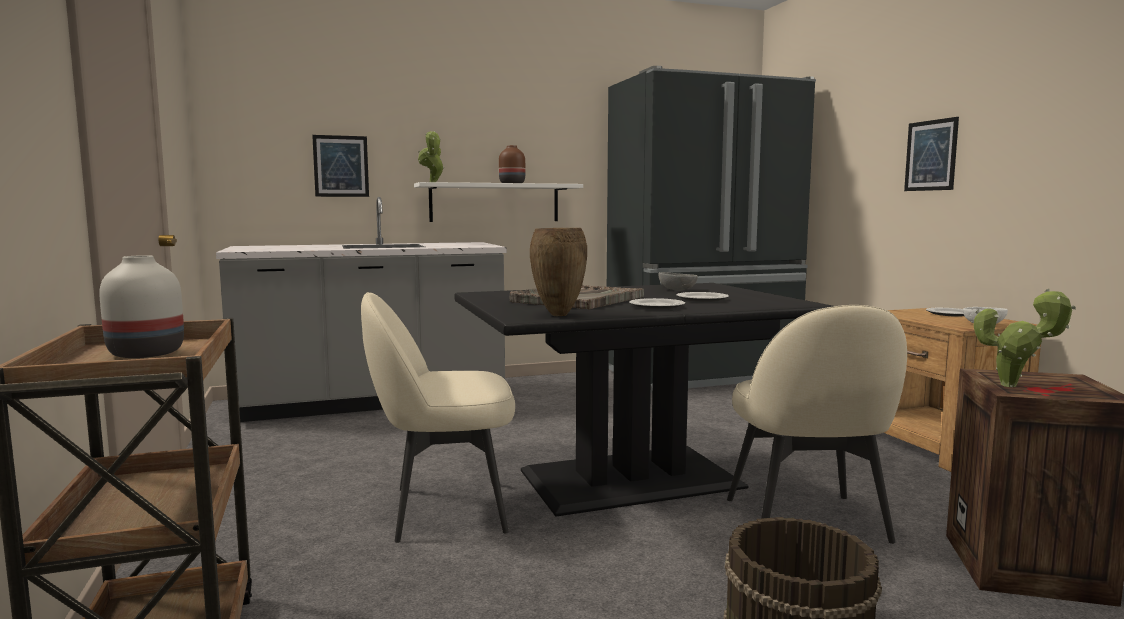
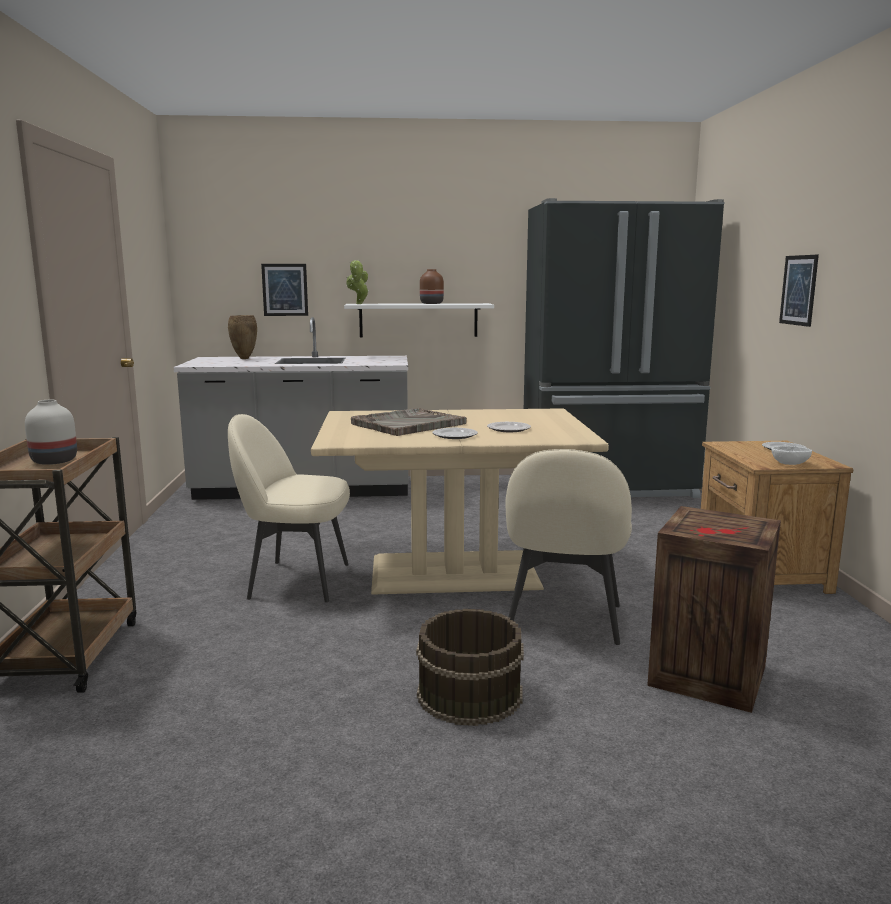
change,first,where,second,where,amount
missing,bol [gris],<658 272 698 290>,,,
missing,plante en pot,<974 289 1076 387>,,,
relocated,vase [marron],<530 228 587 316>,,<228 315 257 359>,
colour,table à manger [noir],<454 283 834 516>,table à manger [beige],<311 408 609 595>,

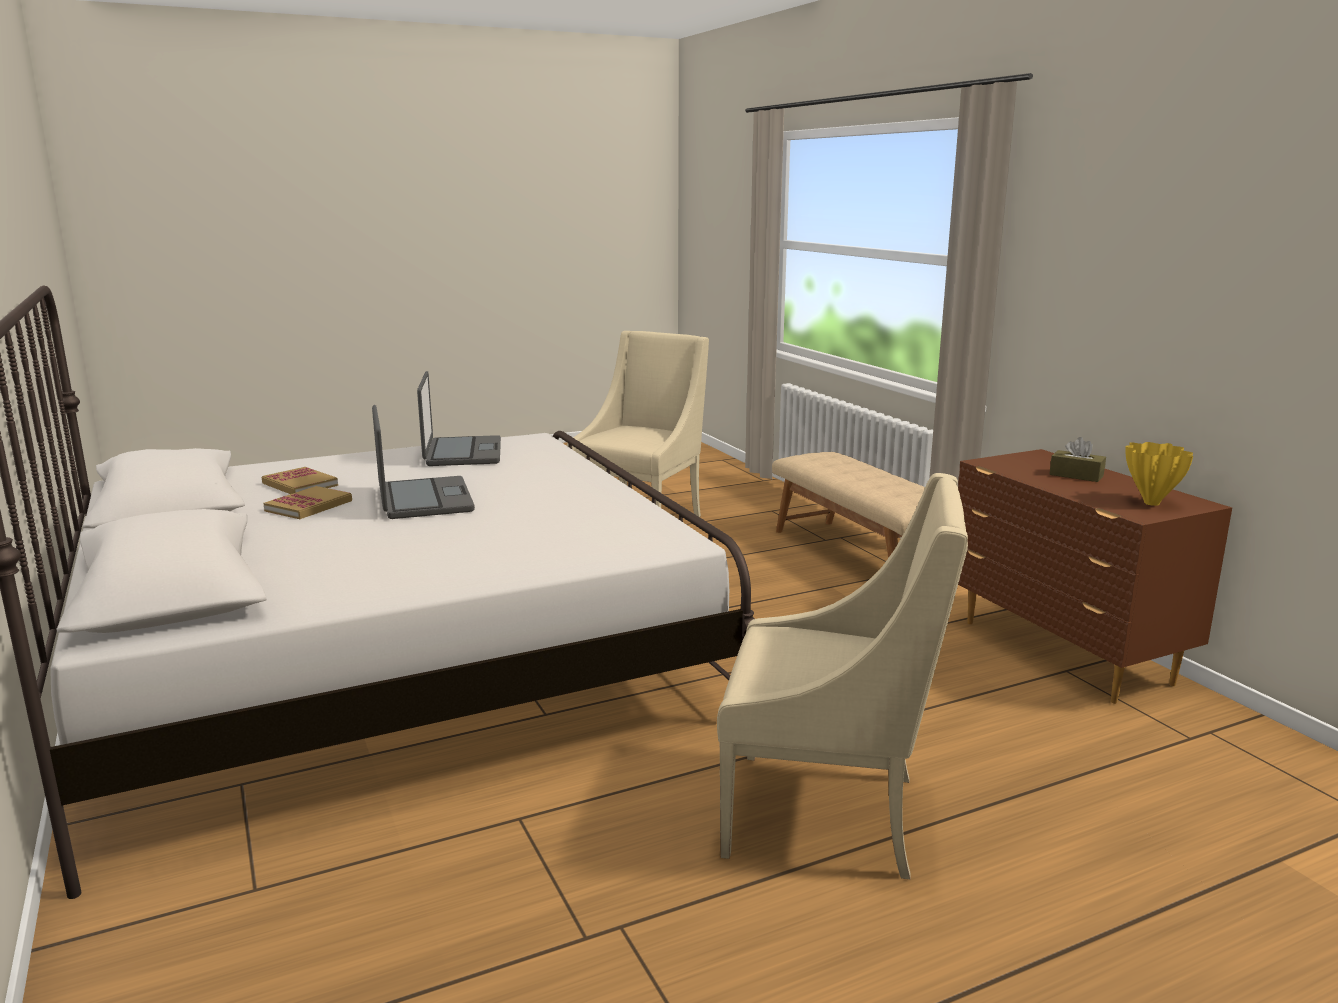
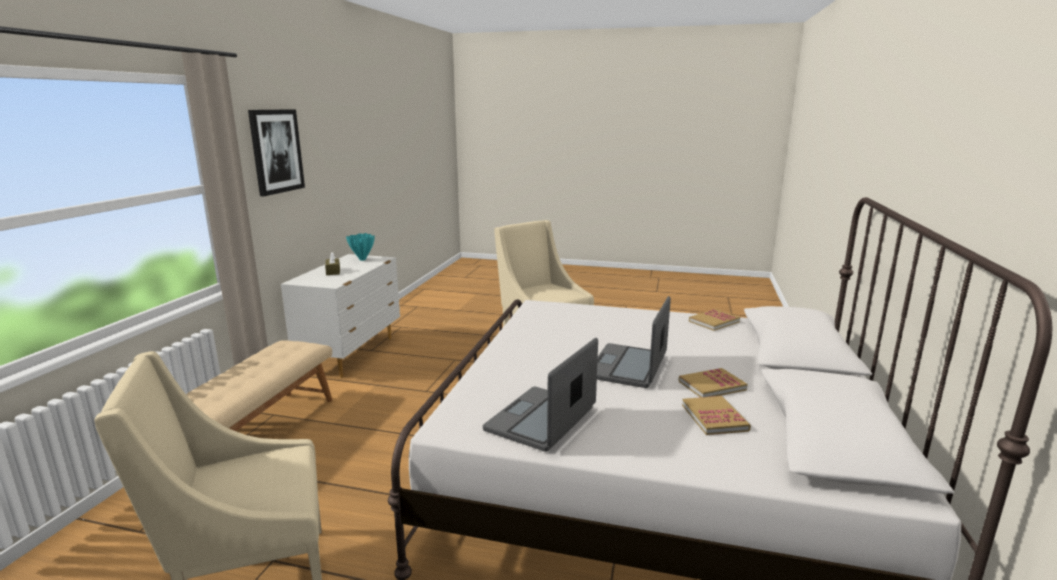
change,first,where,second,where,amount
appeared,,,tableau,<248 109 305 196>,
appeared,,,livre,<689 309 740 331>,
colour,commode [marron],<958 449 1232 704>,commode [blanc],<281 254 400 378>,
colour,vase [jaune],<1125 442 1193 506>,vase [turquoise],<346 233 375 261>,

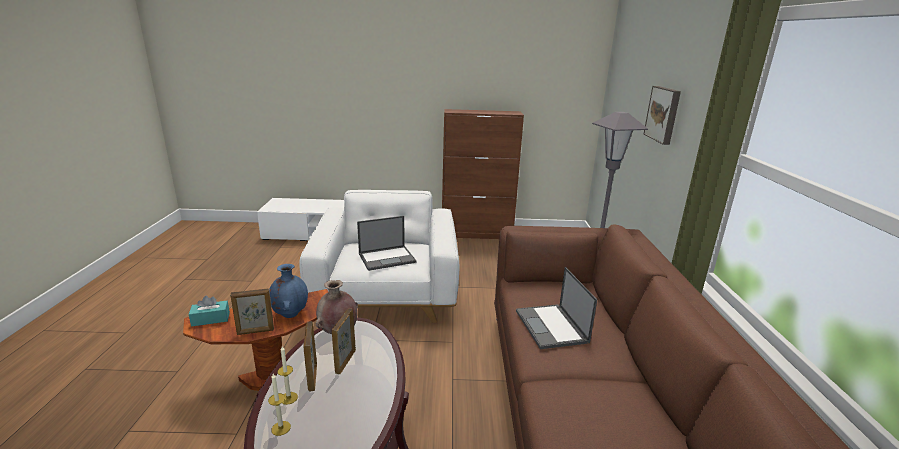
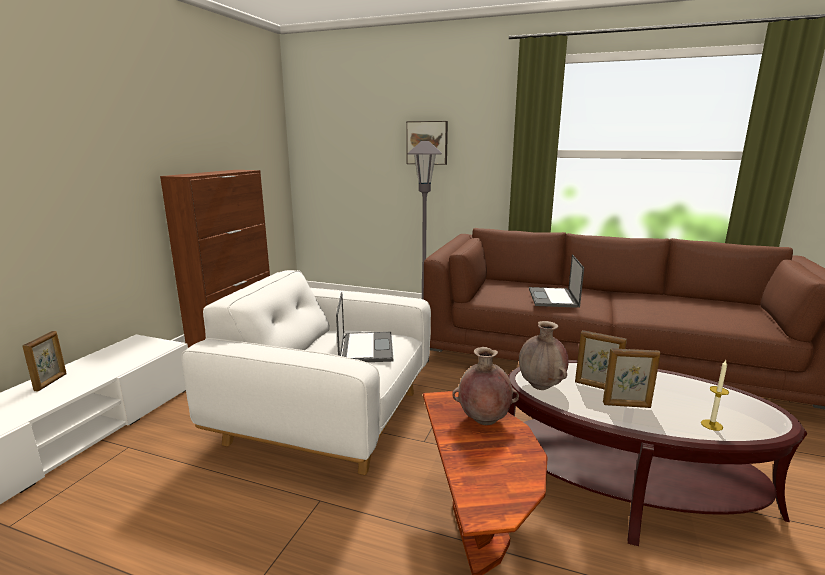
change,first,where,second,where,amount
missing,boîte à mouchoirs [turquoise],<189 296 230 326>,,,
missing,bougie,<277 346 298 405>,,,
relocated,cadre photo,<230 289 274 335>,,<23 331 67 391>,
colour,vase [bleu],<269 264 308 318>,vase [marron],<452 347 519 425>,
spun,ordinateur portable,<516 267 597 349>,,<529 254 584 308>,90 degrees clockwise

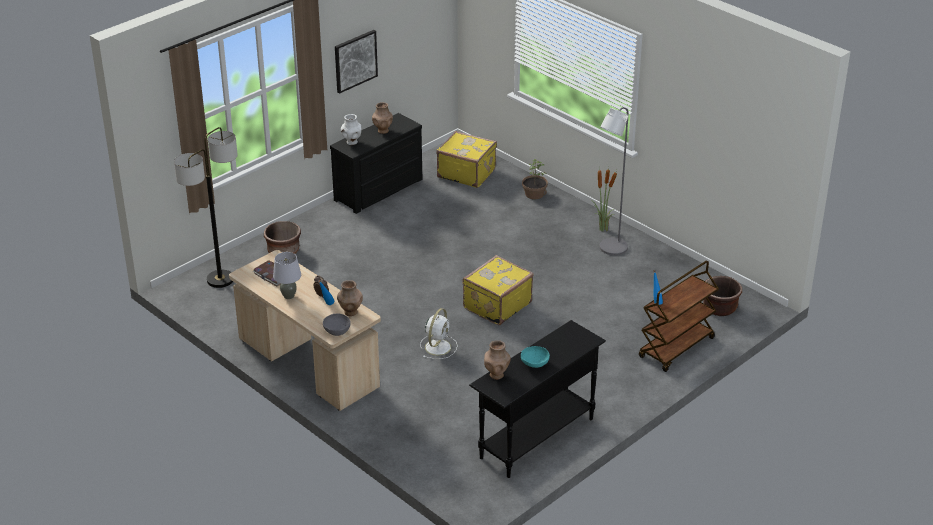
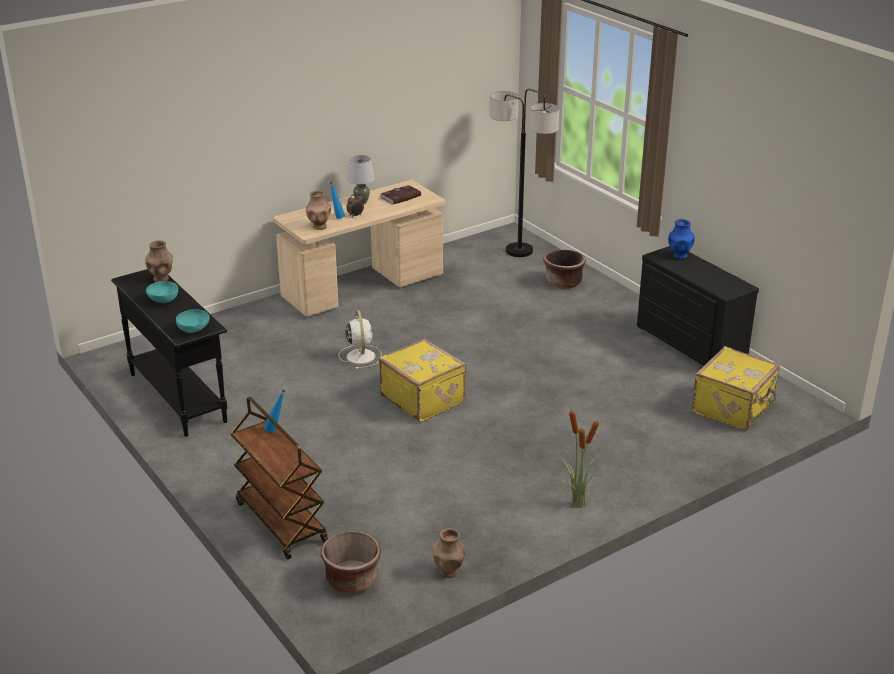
change,first,where,second,where,amount
missing,bol [gris],<323 314 351 336>,,,
missing,tableau,<335 30 378 93>,,,
missing,plante en pot,<522 159 548 199>,,,
missing,lampadaire [gris],<600 107 629 256>,,,
appeared,,,bol [turquoise],<176 309 210 333>,
relocated,vase [marron],<372 102 393 134>,,<433 528 466 578>,
colour,vase [blanc],<341 114 361 145>,vase [bleu],<668 219 695 259>,
spun,ventilateur [blanc],<420 308 458 359>,,<339 310 382 369>,135 degrees counterclockwise

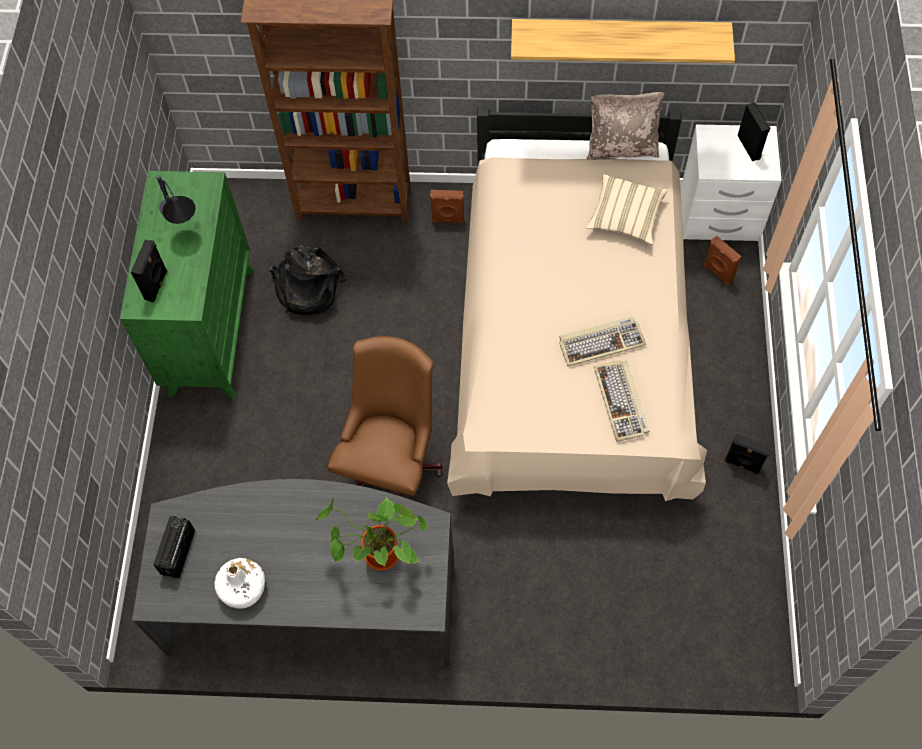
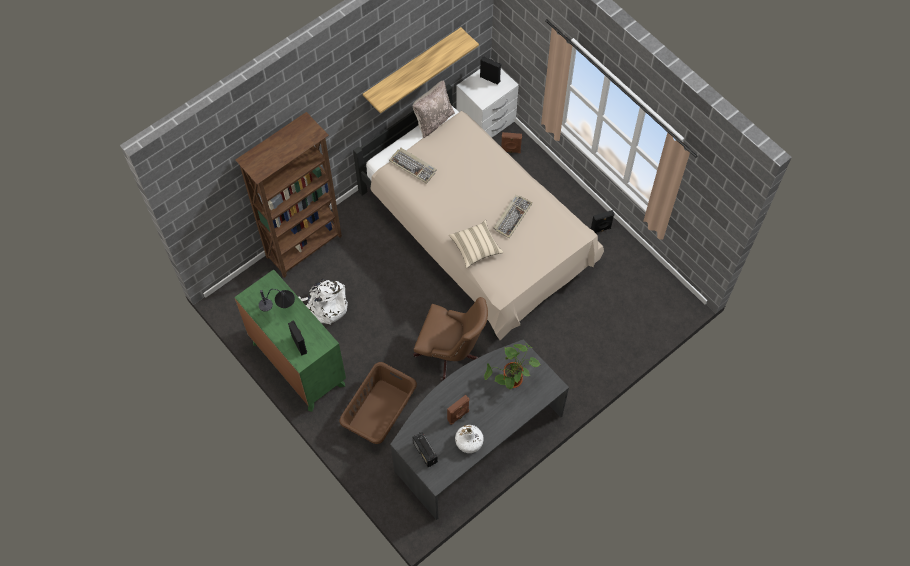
change,first,where,second,where,amount
appeared,,,panier à linge [marron],<339 362 417 444>,
relocated,enceinte [marron],<430 190 464 223>,,<447 395 469 425>,
relocated,coussin [beige],<586 174 668 245>,,<449 220 504 268>,
relocated,clavier,<594 360 649 442>,,<389 148 437 184>,
colour,sac à dos [noir],<269 245 346 315>,sac à dos [blanc],<299 279 348 325>,
spun,chaise de bureau [marron],<328 336 443 496>,,<413 297 488 381>,135 degrees clockwise

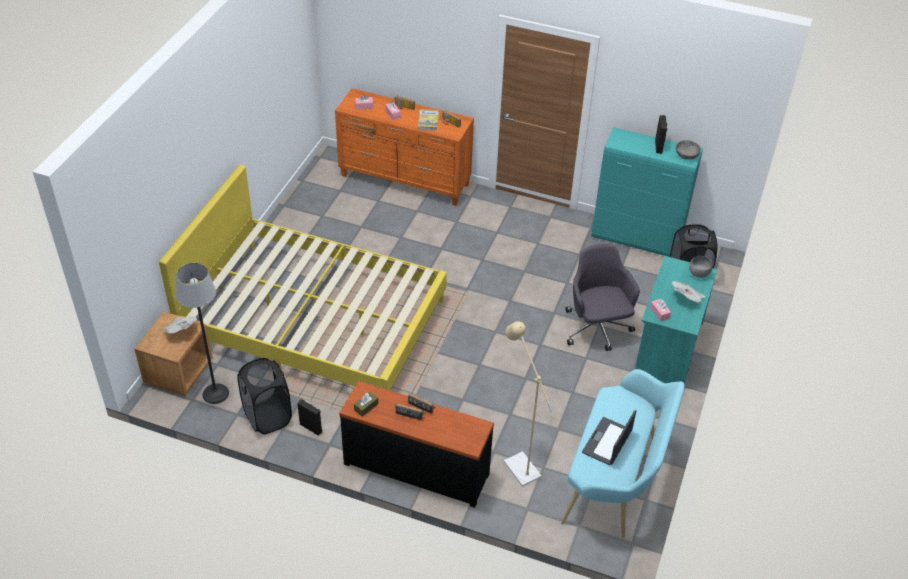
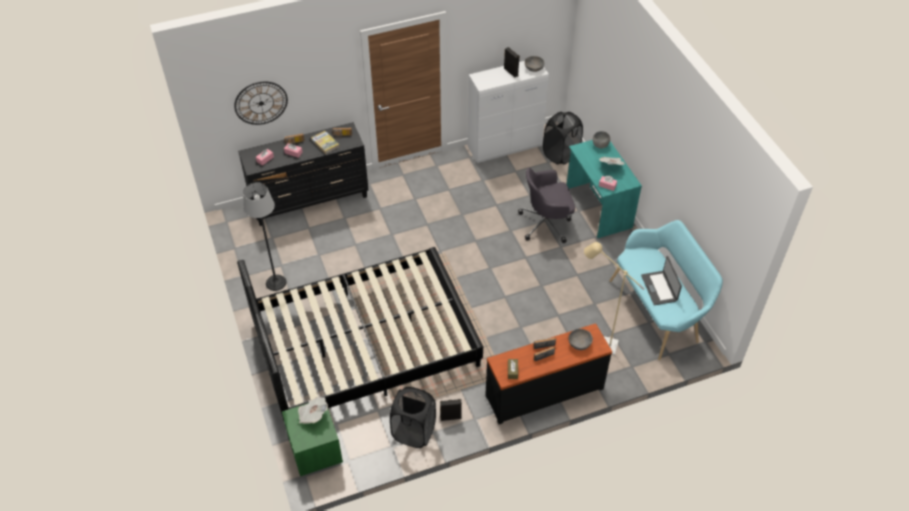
change,first,where,second,where,amount
appeared,,,horloge murale,<234 82 288 125>,
appeared,,,bol [gris],<569 329 593 350>,
relocated,lampadaire,<176 263 229 404>,,<243 182 287 291>,
colour,table de chevet [marron],<135 312 213 396>,table de chevet [vert],<282 403 343 476>,
colour,lit [jaune],<159 165 447 390>,lit [noir],<237 247 483 420>,
colour,commode [orange],<335 88 474 206>,commode [noir],<238 122 368 226>,
colour,meuble de rangement [turquoise],<591 127 703 257>,meuble de rangement [blanc],<468 61 549 163>,
spun,chaise de bureau [gris],<566 244 640 351>,,<518 168 575 243>,45 degrees counterclockwise

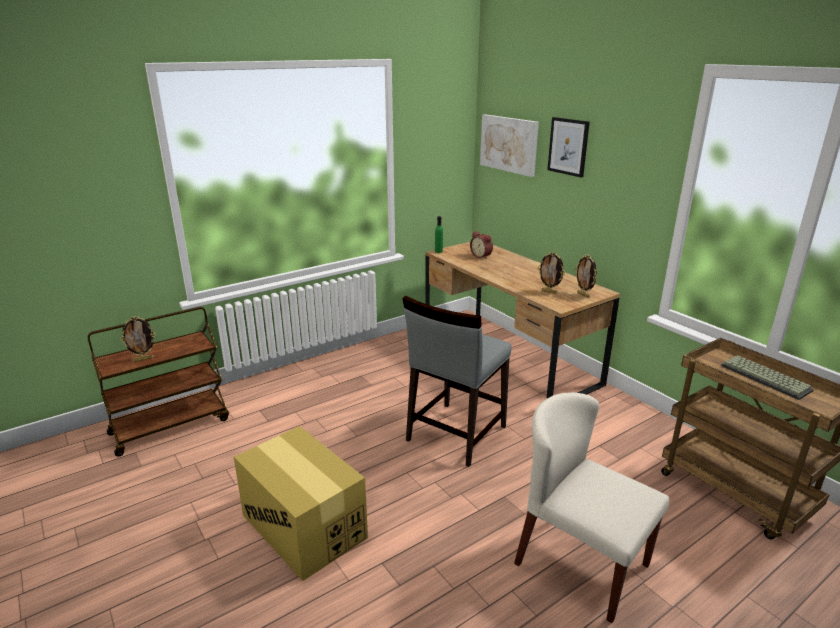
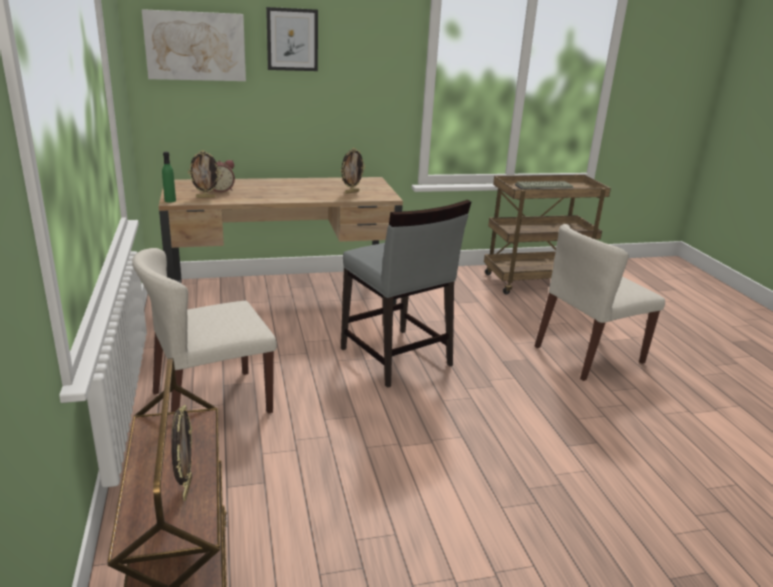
change,first,where,second,where,amount
missing,carton,<234 426 368 581>,,,
appeared,,,chaise [beige],<132 248 277 414>,
relocated,cadre photo,<575 254 597 298>,,<188 150 221 198>,

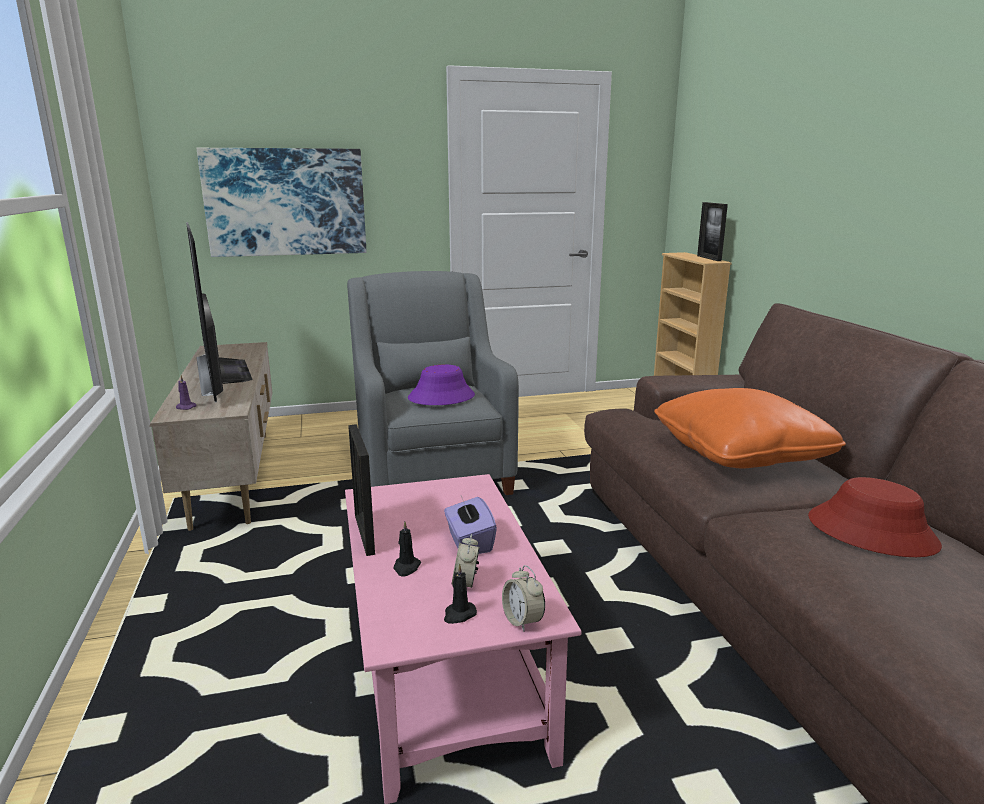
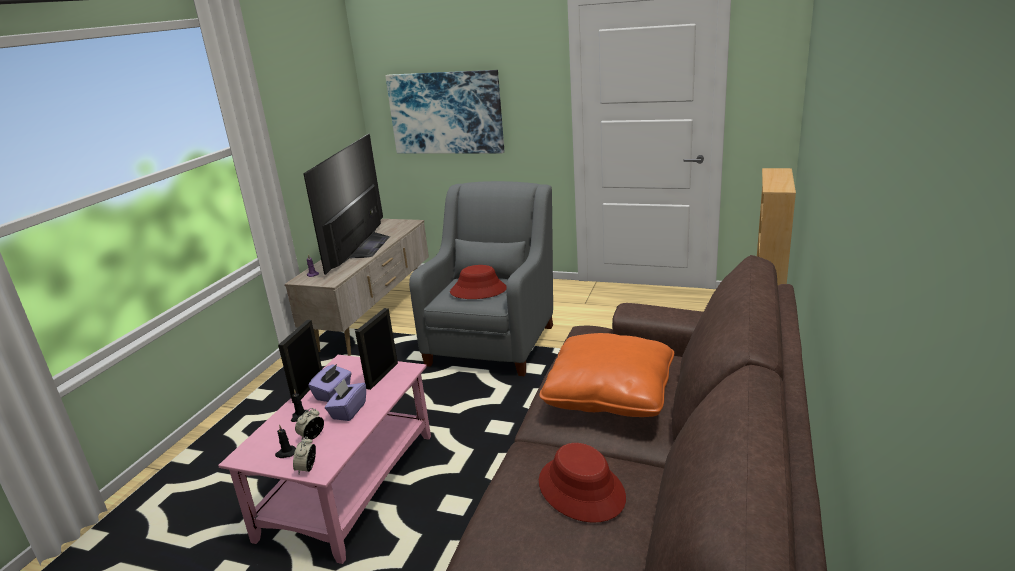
change,first,where,second,where,amount
appeared,,,boîte à mouchoirs [violet],<308 364 352 402>,
relocated,cadre photo,<697 202 728 261>,,<355 308 398 390>,
colour,chapeau [violet],<408 365 475 405>,chapeau [rouge],<450 265 506 299>,

